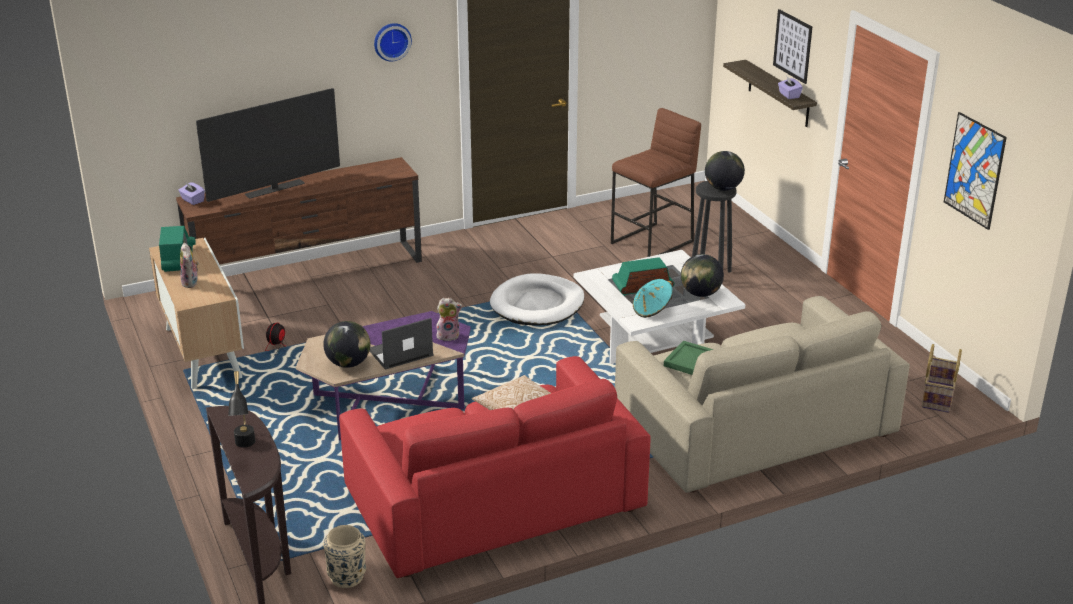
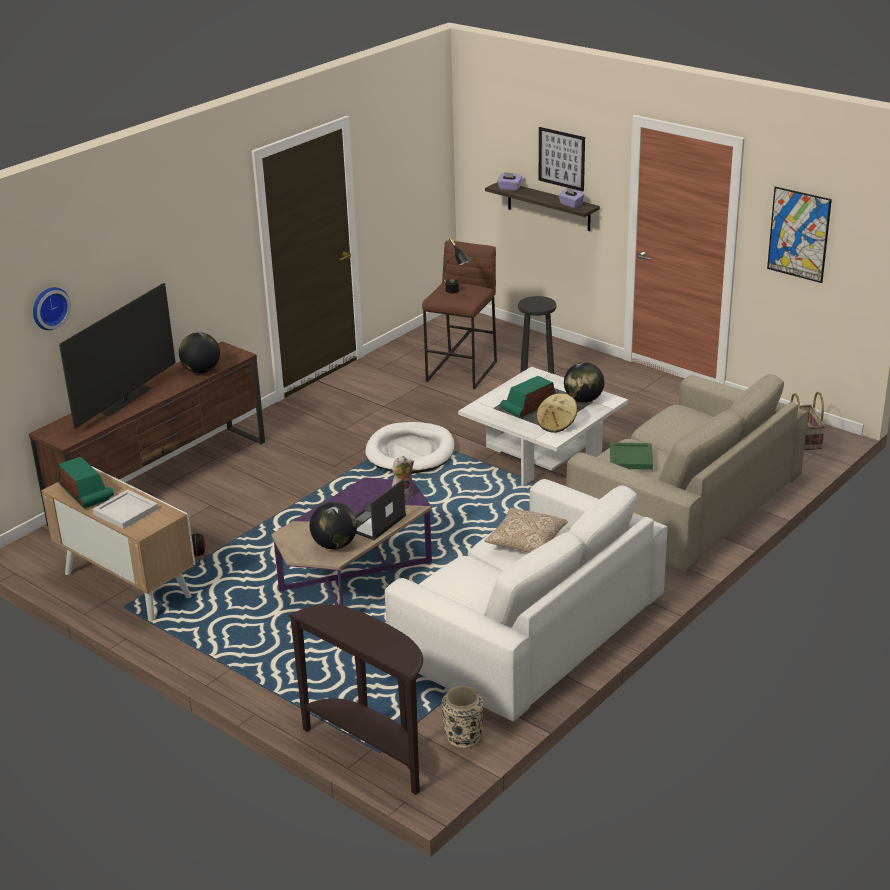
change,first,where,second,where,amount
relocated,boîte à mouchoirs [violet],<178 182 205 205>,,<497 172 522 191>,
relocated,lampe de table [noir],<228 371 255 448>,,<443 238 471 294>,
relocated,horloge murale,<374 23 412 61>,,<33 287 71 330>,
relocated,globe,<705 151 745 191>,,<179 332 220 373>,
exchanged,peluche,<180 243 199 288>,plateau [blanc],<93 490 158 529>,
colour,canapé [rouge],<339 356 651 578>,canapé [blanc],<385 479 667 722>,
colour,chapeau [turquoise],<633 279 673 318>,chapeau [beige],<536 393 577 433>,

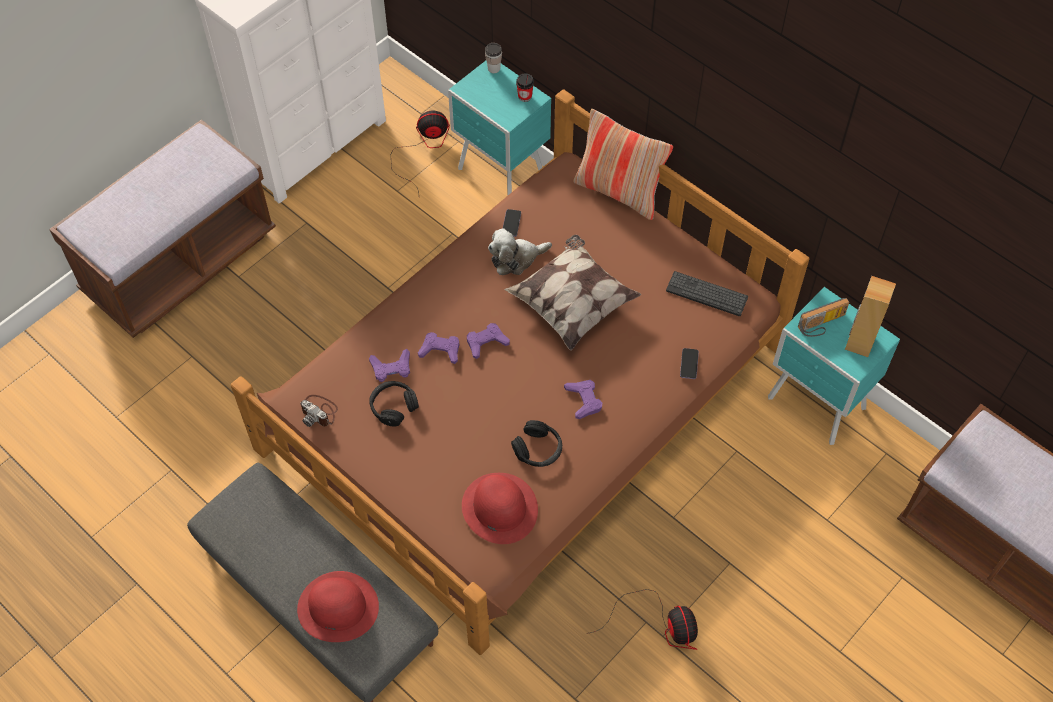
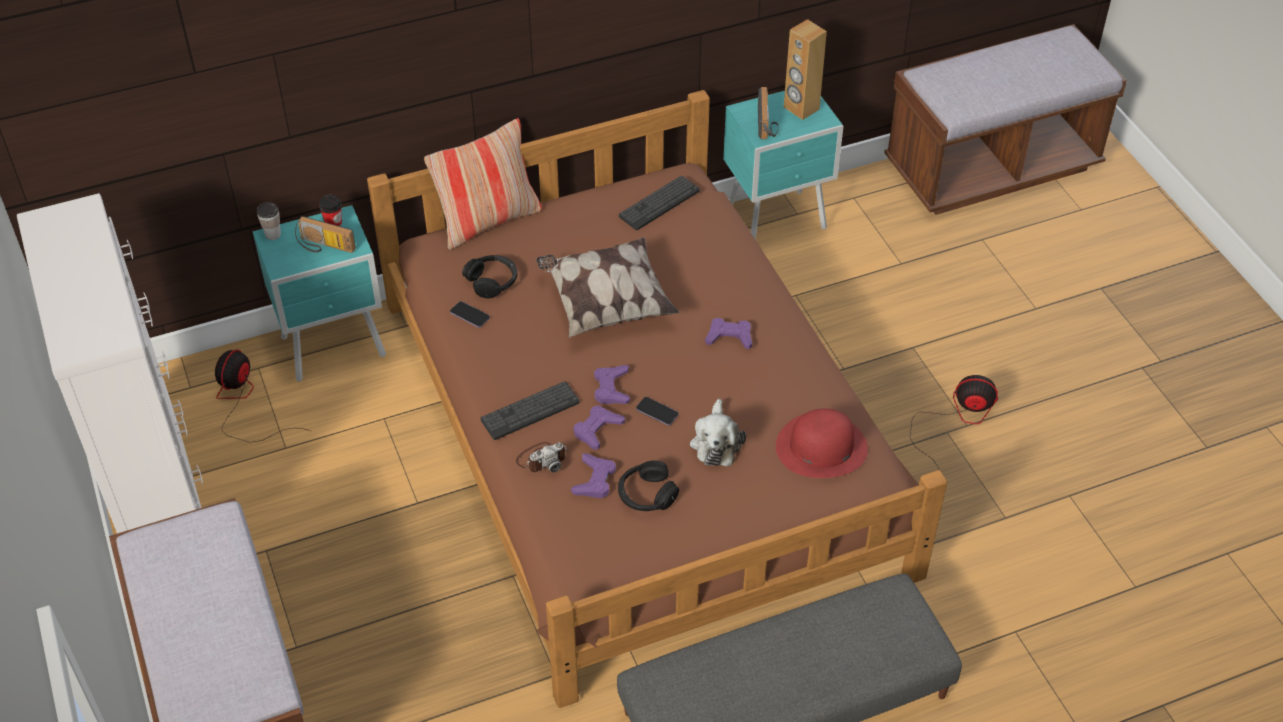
change,first,where,second,where,amount
missing,chapeau [rouge],<297 571 379 642>,,,
appeared,,,radio,<295 216 356 253>,
appeared,,,clavier,<481 381 580 440>,
relocated,appareil photo,<300 395 338 427>,,<516 442 568 472>,
relocated,peluche,<488 228 552 275>,,<690 399 746 466>,
relocated,casque audio [noir],<511 420 562 467>,,<462 255 517 298>,
relocated,téléphone,<680 348 699 379>,,<636 397 679 426>,

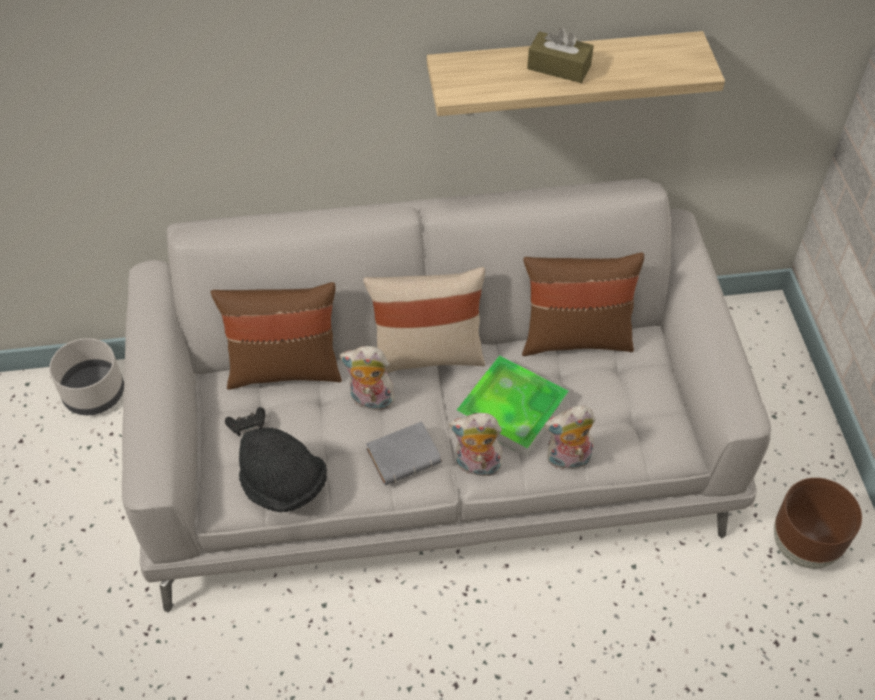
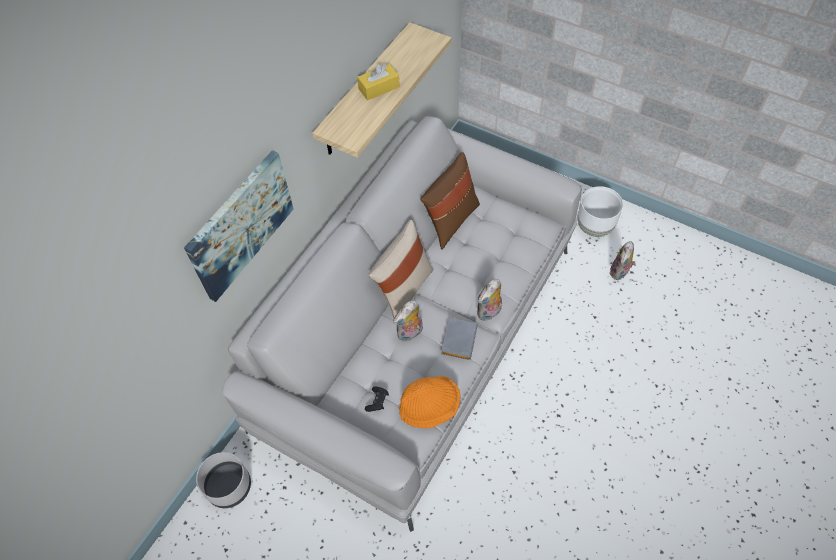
change,first,where,second,where,amount
missing,coussin [marron],<211 282 342 390>,,,
missing,plateau,<456 355 569 457>,,,
appeared,,,tableau,<184 150 294 302>,
relocated,peluche,<544 406 596 472>,,<609 241 636 280>,
colour,chapeau [noir],<239 427 327 512>,chapeau [orange],<399 376 461 428>,
colour,boîte à mouchoirs [marron],<527 27 594 83>,boîte à mouchoirs [jaune],<357 64 400 101>,
colour,cache-pot [marron],<774 478 862 569>,cache-pot [blanc],<578 186 623 237>,

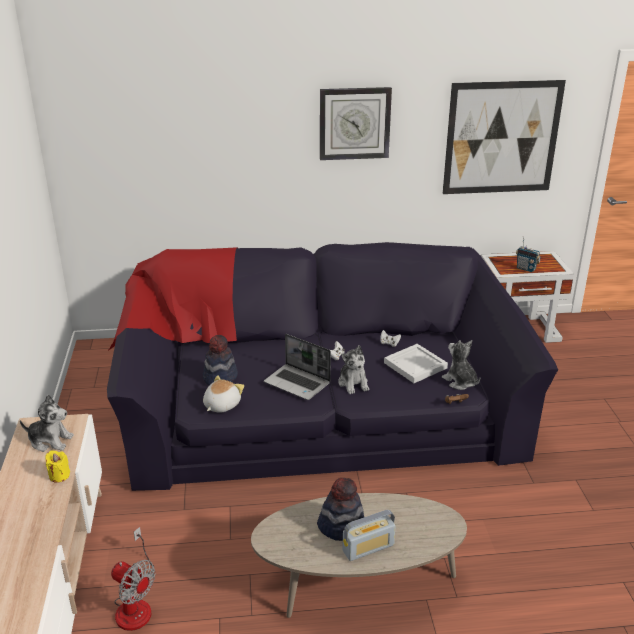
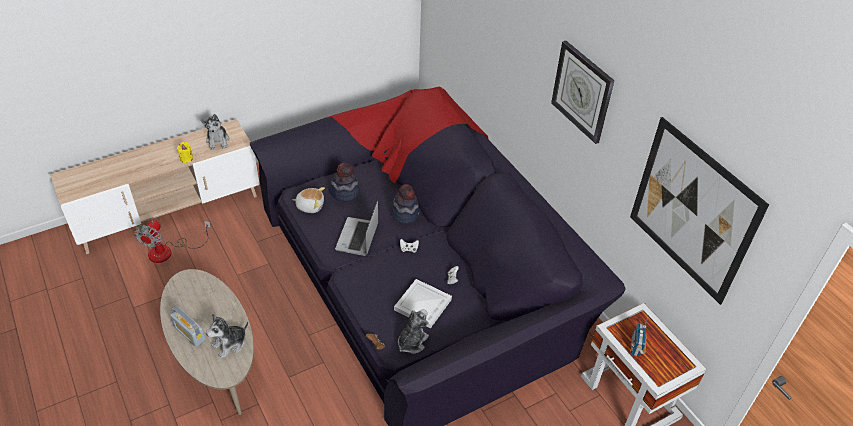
change,first,where,second,where,amount
relocated,chapeau,<317 478 364 541>,,<392 184 420 224>,
relocated,peluche,<338 345 369 394>,,<206 314 248 358>,

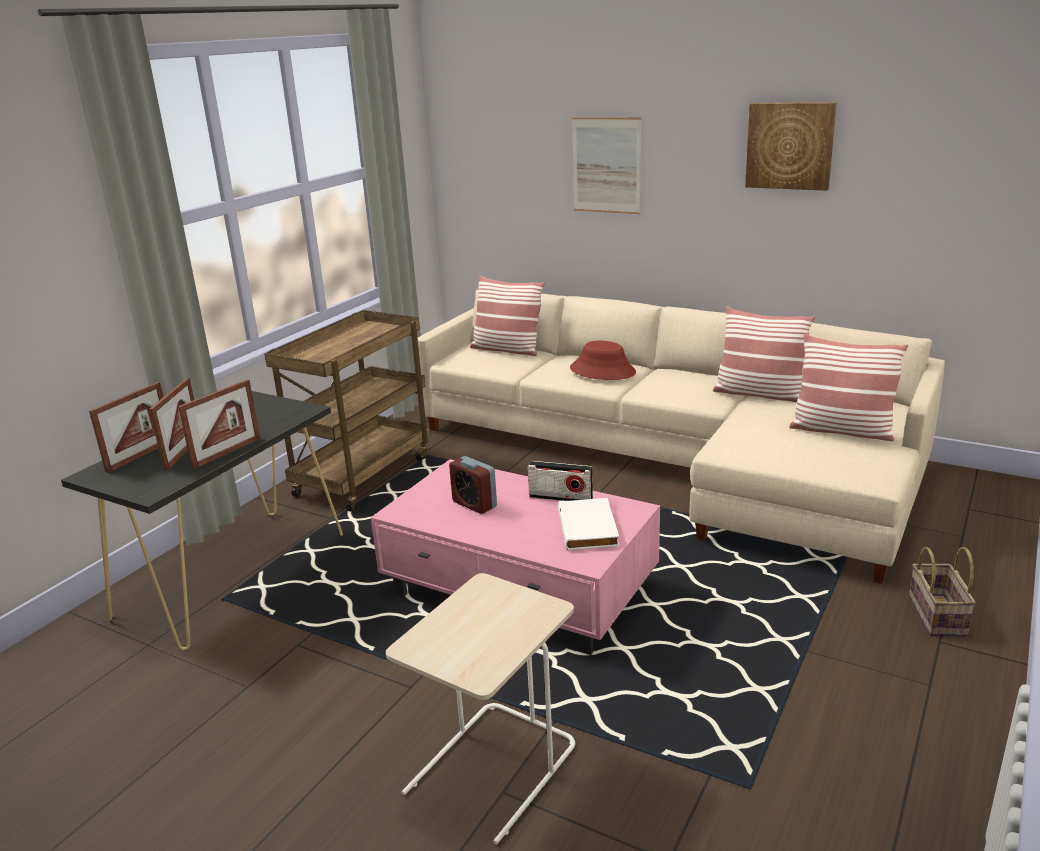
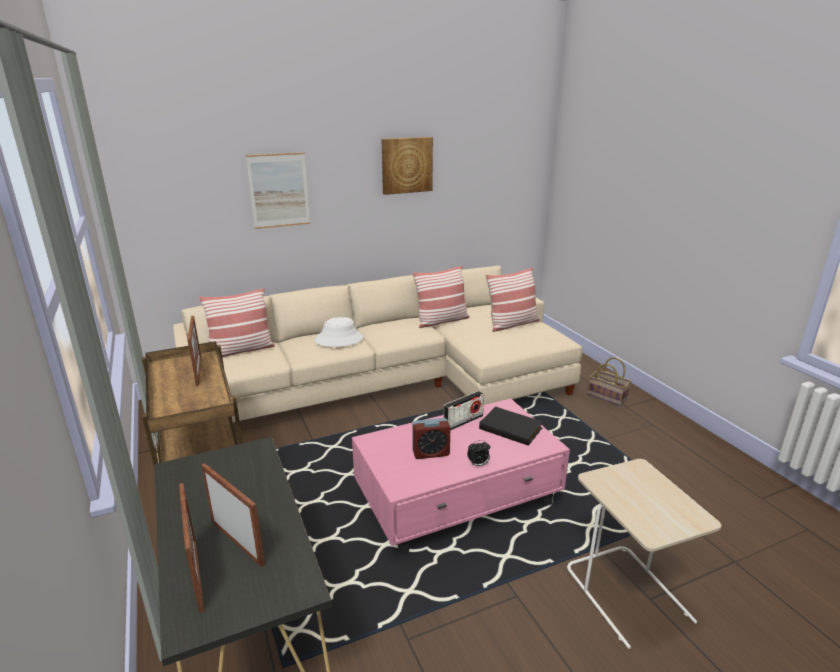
change,first,where,second,where,amount
appeared,,,réveil,<467 440 490 466>,
relocated,cadre photo,<178 379 260 469>,,<187 316 202 386>,
colour,livre [blanc],<558 498 619 551>,livre [noir],<479 406 543 446>,
colour,chapeau [rouge],<570 341 636 380>,chapeau [blanc],<315 317 363 347>,

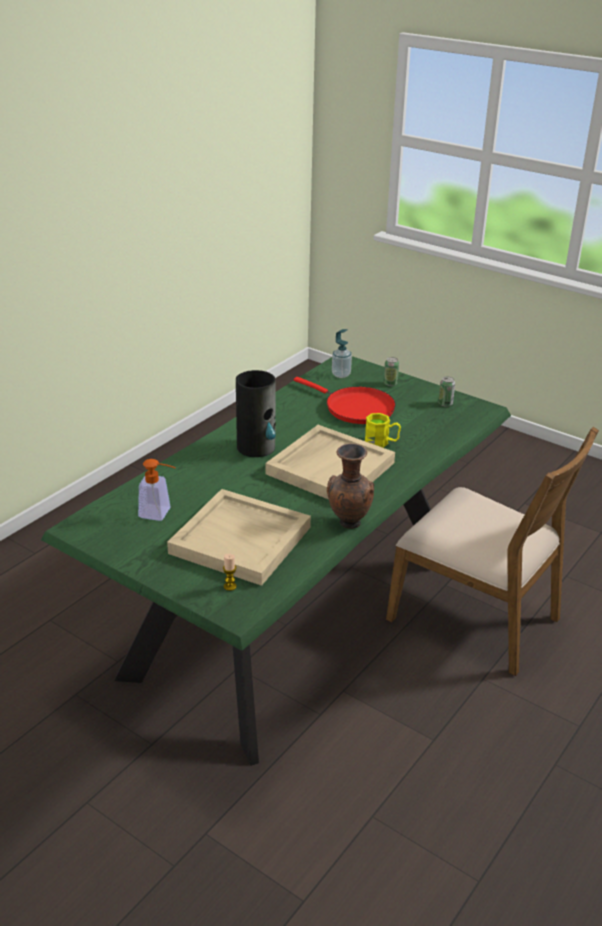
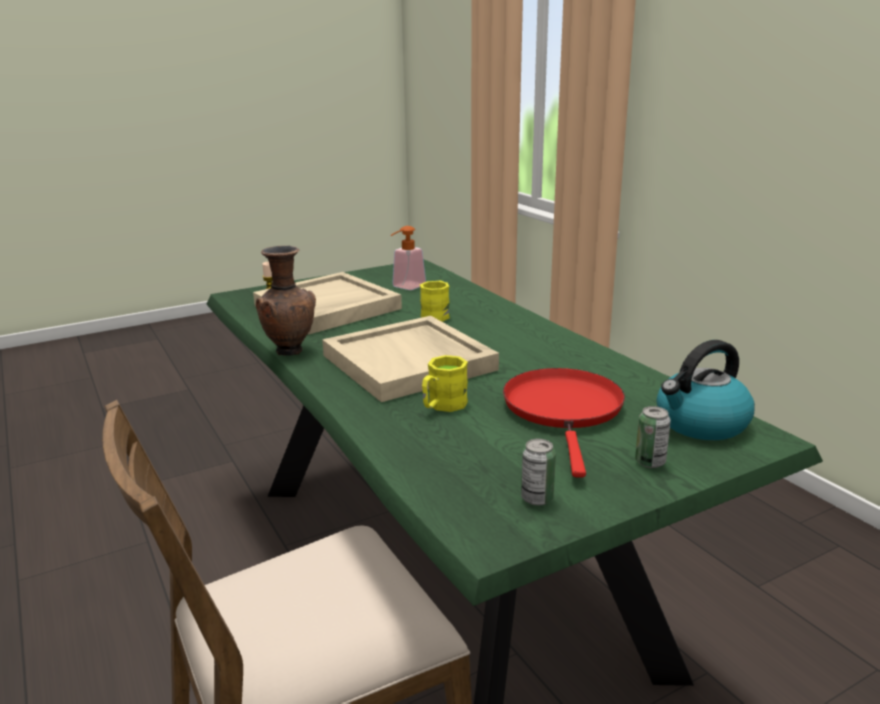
change,first,where,second,where,amount
missing,vase,<236 370 276 457>,,,
appeared,,,mug [jaune],<420 280 450 322>,
exchanged,distributeur de savon,<332 329 352 378>,bouilloire,<657 340 755 440>,
spun,poêle [rouge],<294 377 396 424>,,<503 368 625 477>,120 degrees clockwise

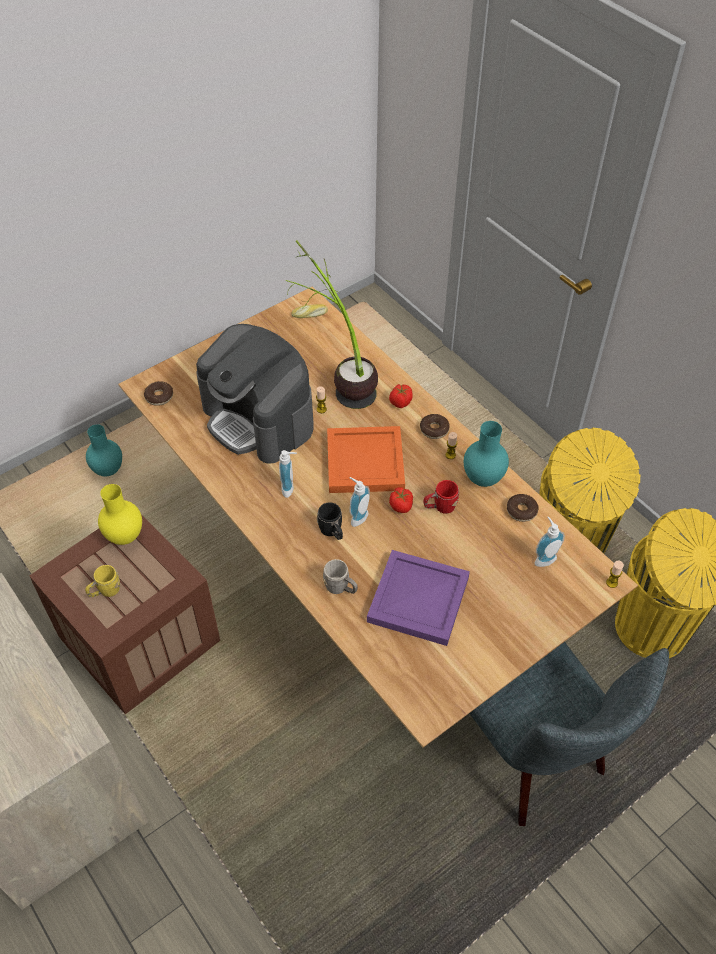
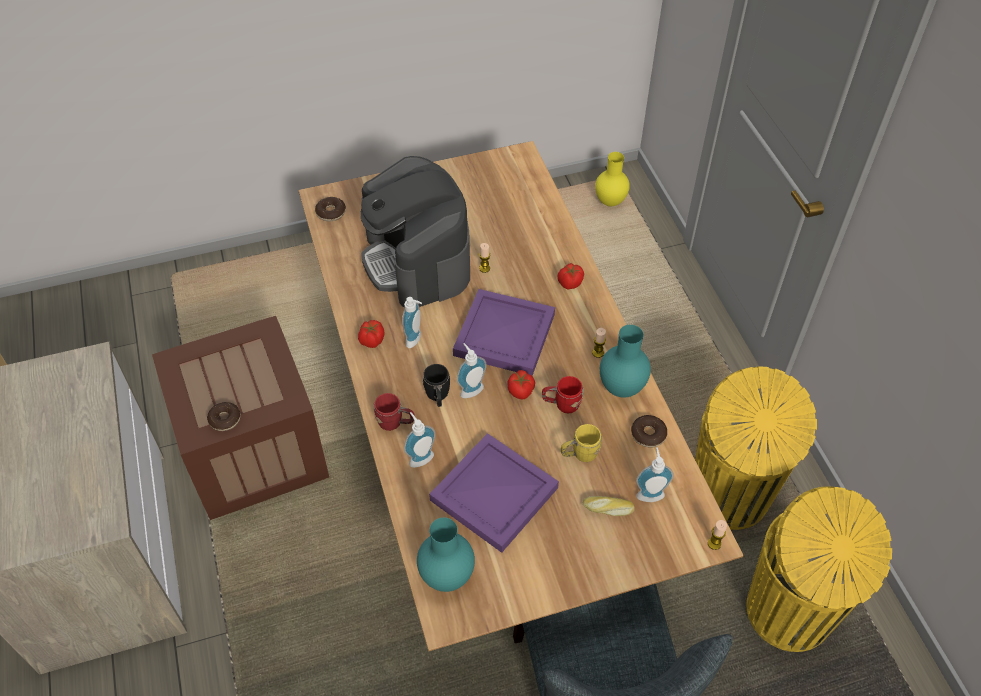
change,first,where,second,where,amount
missing,plante en pot,<286 240 378 409>,,,
appeared,,,tomate,<358 320 385 348>,
appeared,,,mug [rouge],<373 393 415 431>,
relocated,mug [jaune],<85 565 120 597>,,<561 424 602 462>,
relocated,vase [turquoise],<86 424 122 476>,,<417 518 475 592>,
relocated,vase [jaune],<98 484 142 545>,,<595 152 630 206>,
relocated,pain,<291 304 328 318>,,<583 496 635 516>,
relocated,beignet,<420 414 450 439>,,<207 402 241 431>,
exchanged,mug [gris],<323 559 358 594>,distributeur de savon,<404 412 436 468>,
colour,plateau [orange],<327 426 405 493>,plateau [violet],<453 289 555 376>,

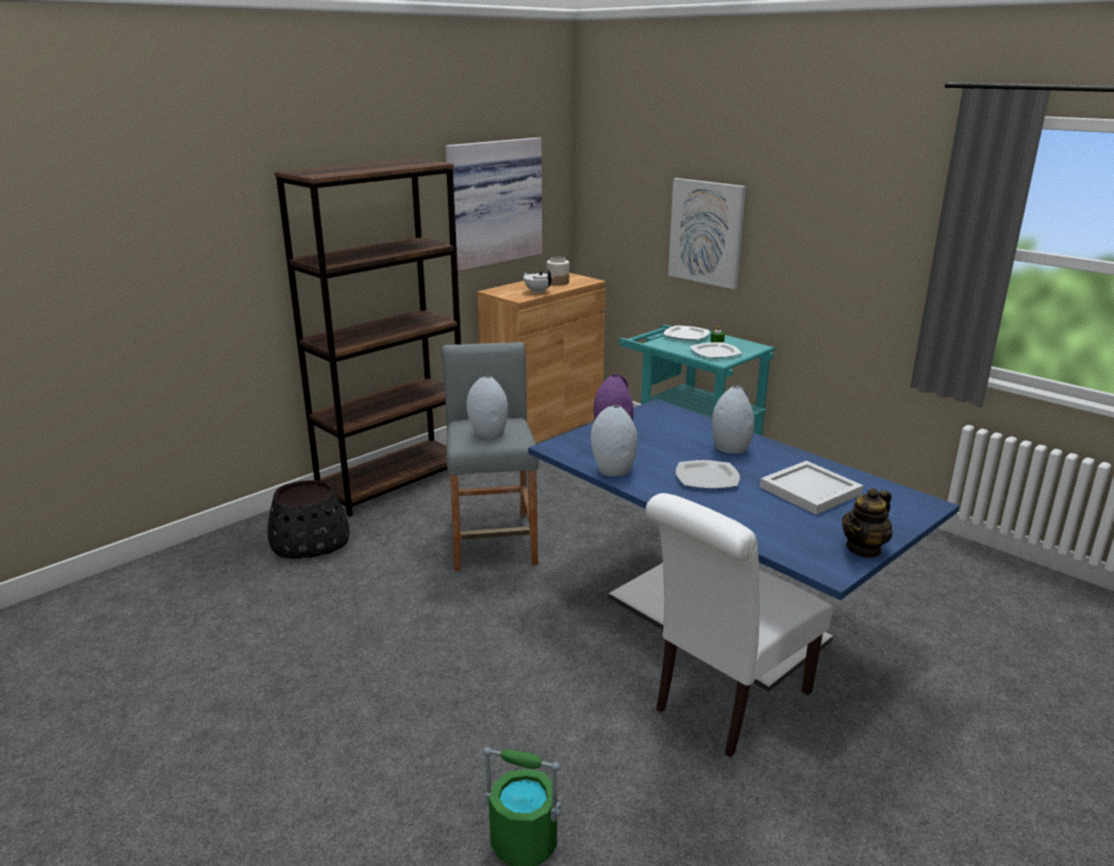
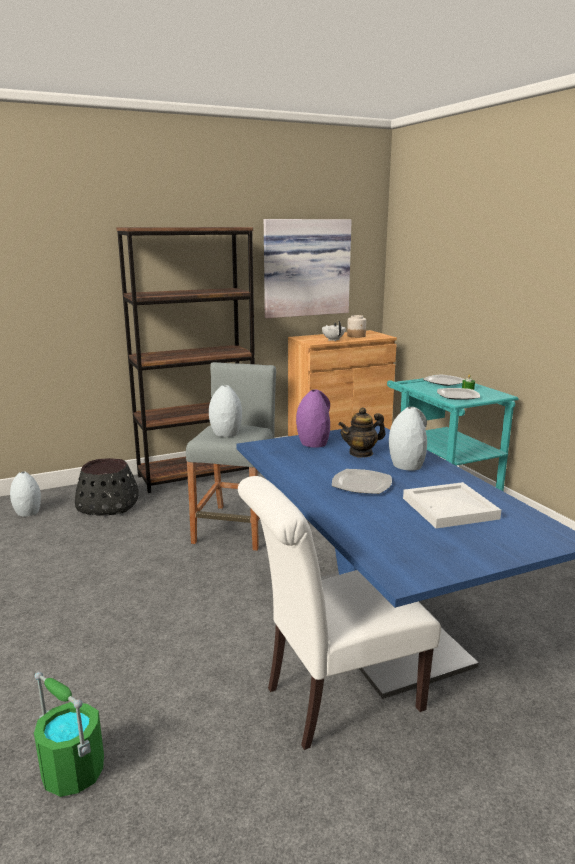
change,first,where,second,where,amount
missing,tableau,<668 178 746 289>,,,
relocated,vase [gris],<591 405 637 477>,,<10 471 41 517>,
relocated,théière,<842 488 893 558>,,<338 407 386 457>,

